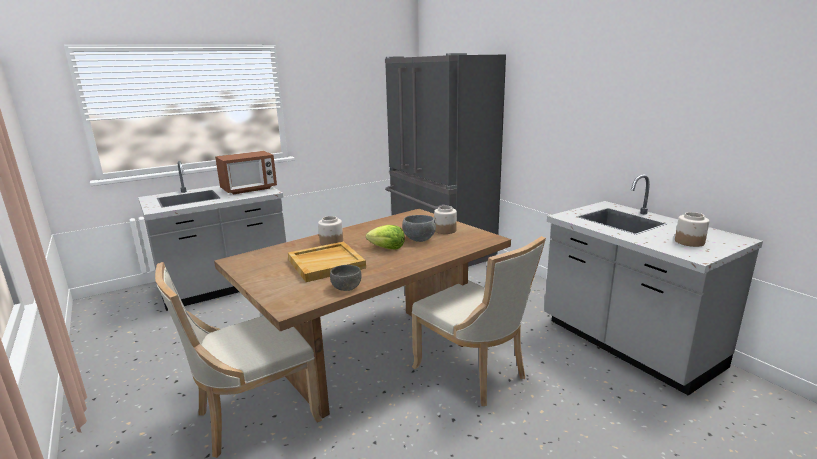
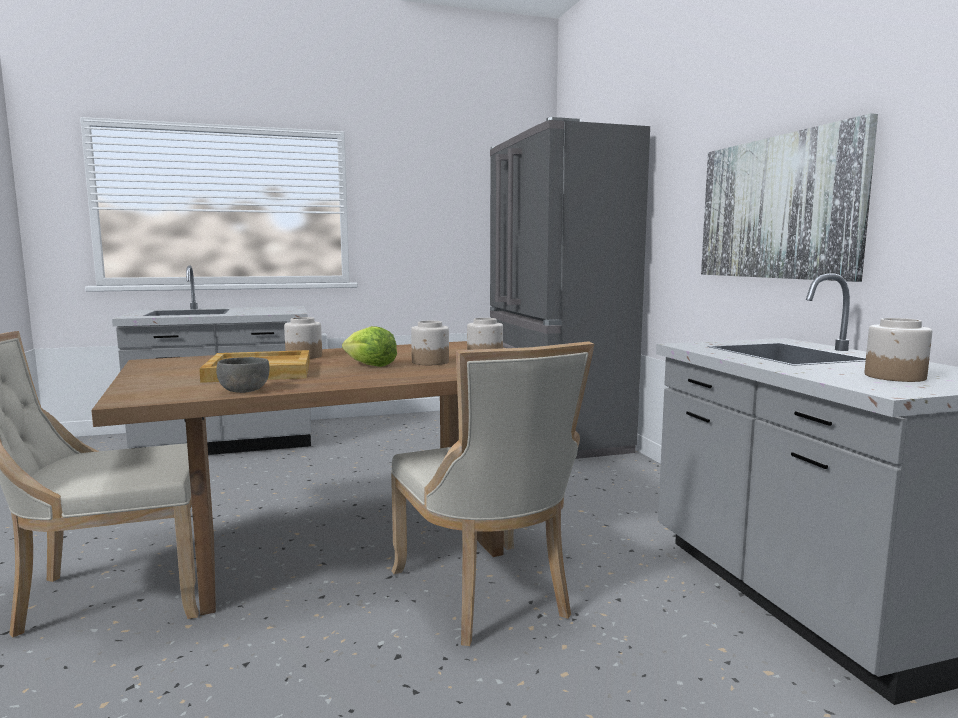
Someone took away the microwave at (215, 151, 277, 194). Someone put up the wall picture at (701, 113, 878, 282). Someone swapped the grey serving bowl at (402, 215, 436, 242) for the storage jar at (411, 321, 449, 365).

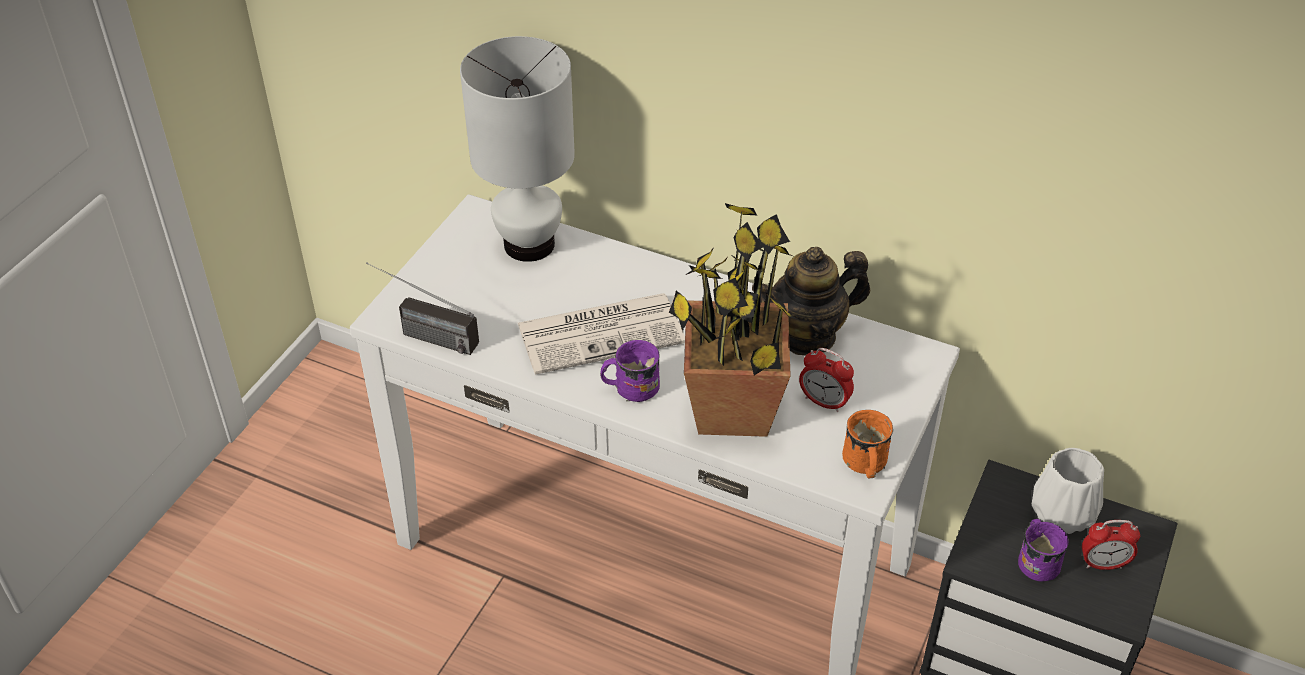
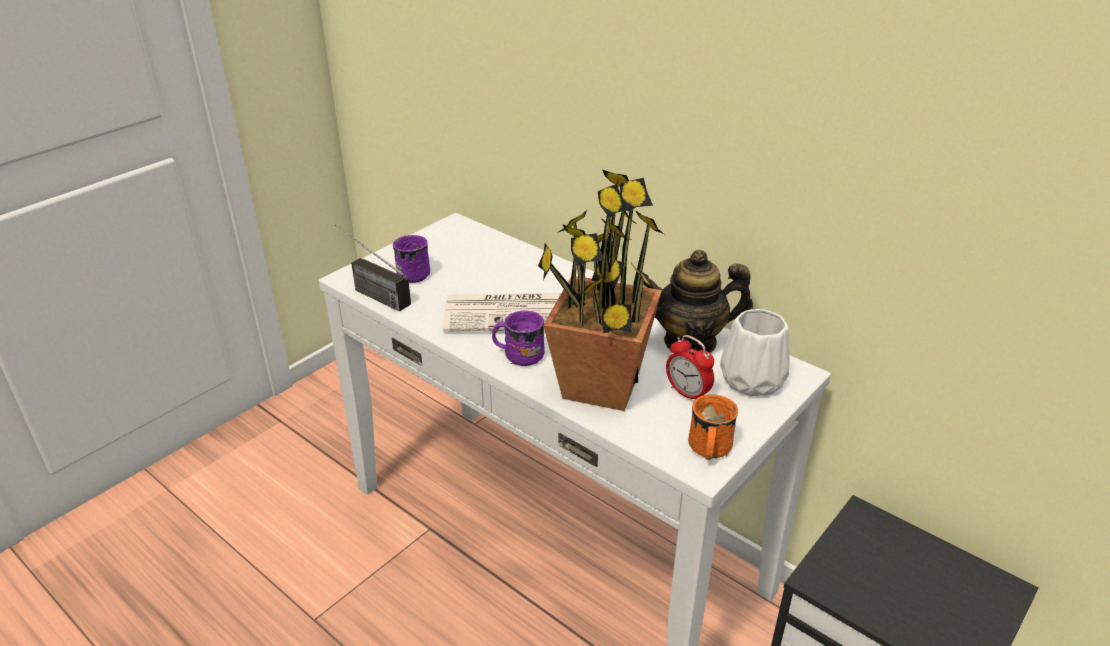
Someone took away the whitish lamp for a table at (460, 36, 575, 262). Someone took away the bedside clock at (1082, 520, 1140, 570). Someone carried the purple-coloured tea mug from (1018, 519, 1069, 582) to (393, 235, 430, 283). Someone carried the whitish decorative vase from (1032, 448, 1104, 534) to (720, 309, 790, 396).

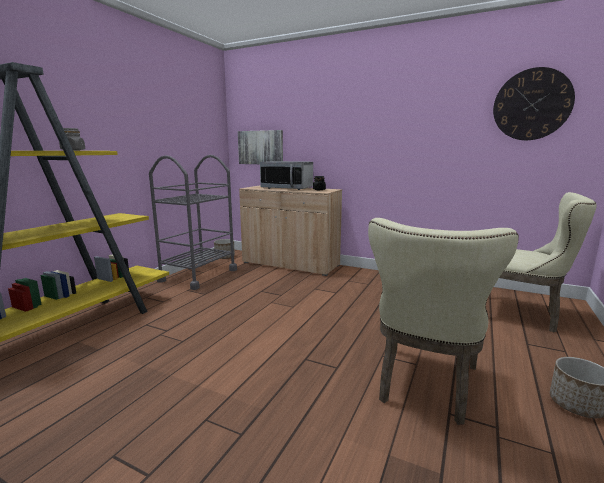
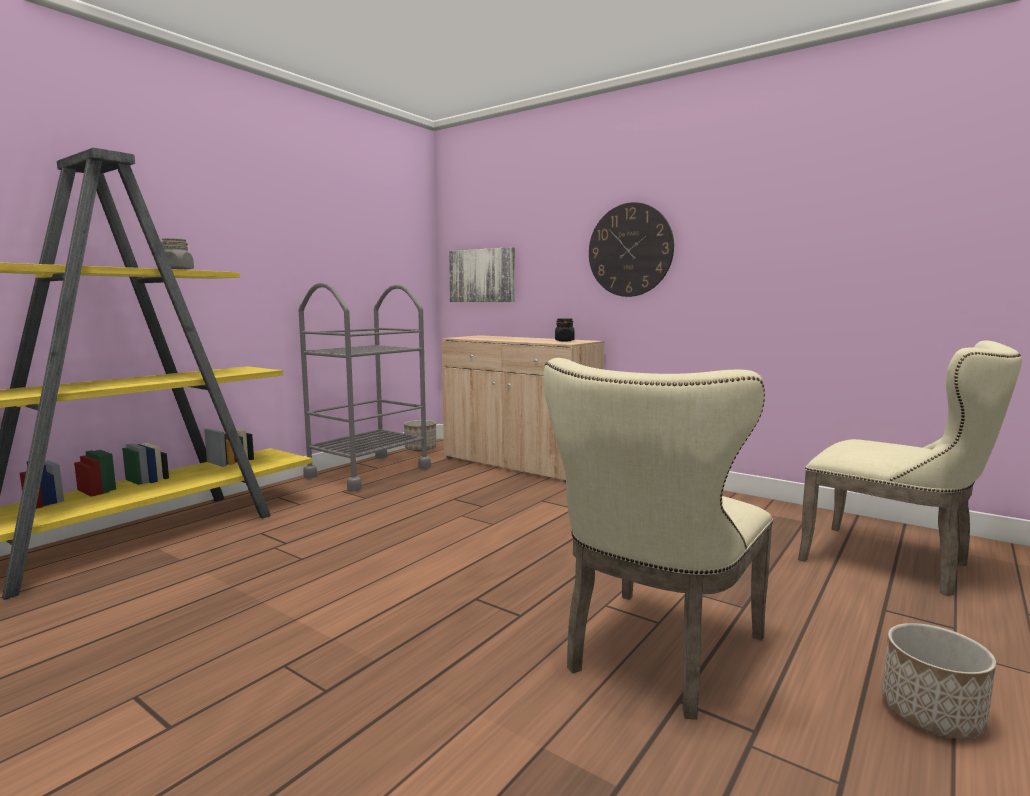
Someone took away the microwave at (260, 161, 313, 190). Someone carried the clock on the wall from (493, 67, 575, 140) to (589, 202, 674, 297).

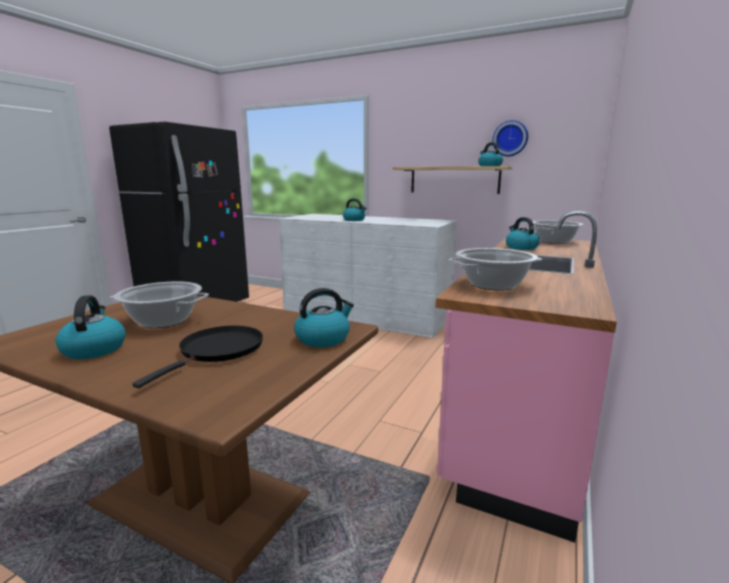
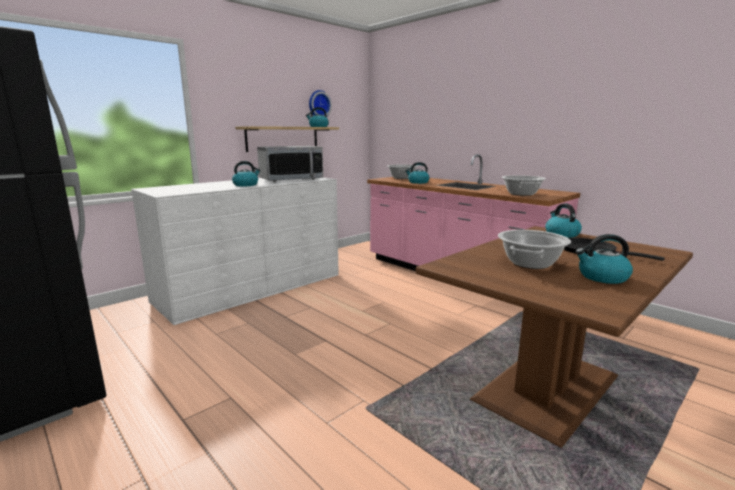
Someone put down the microwave at (257, 146, 323, 182).

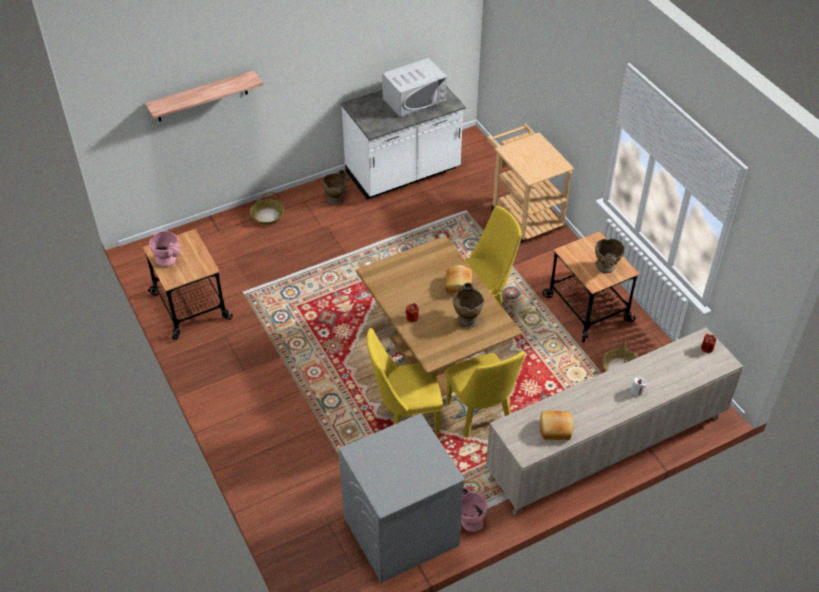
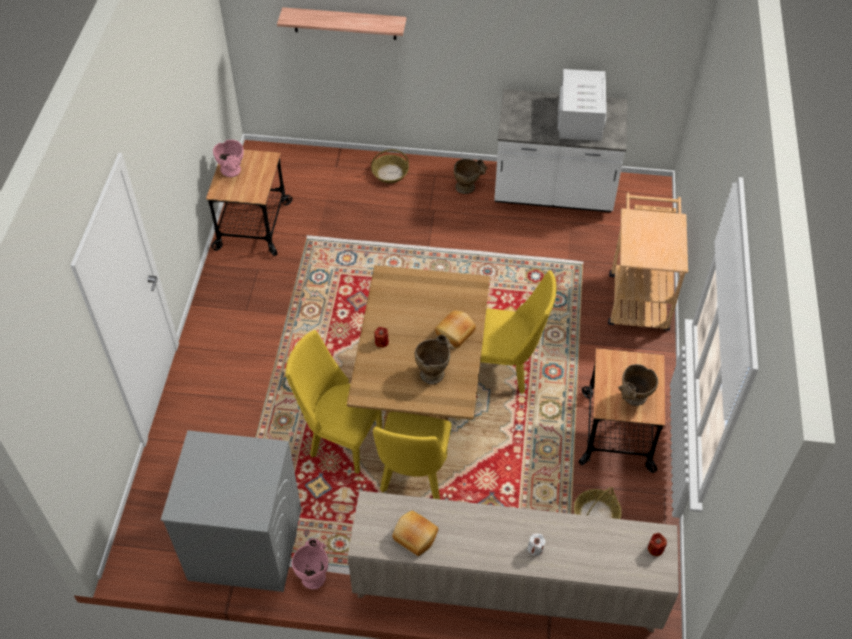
Someone rotated the whitish microwave at (382, 58, 447, 117) by 90 degrees counterclockwise.

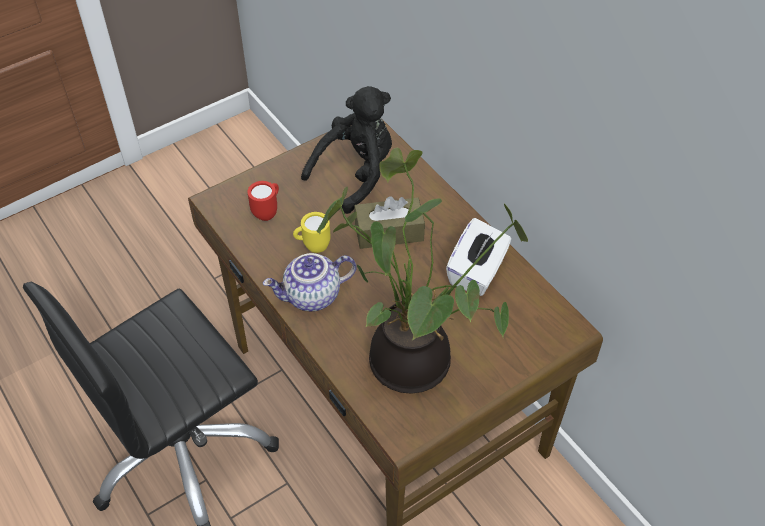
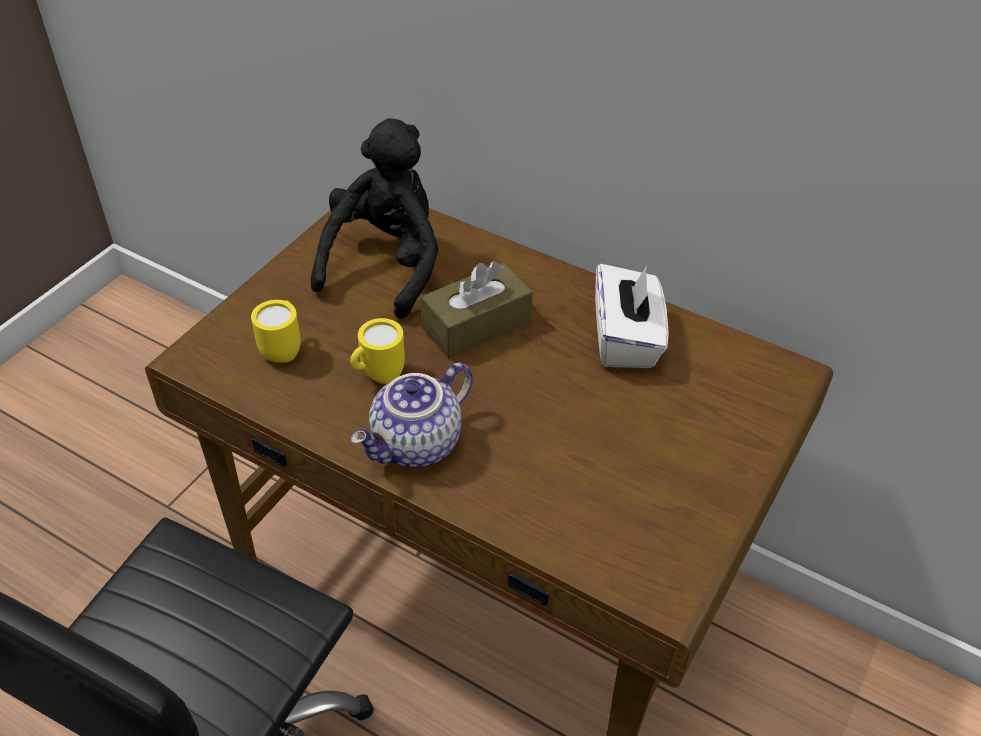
Someone took away the houseplant at (317, 148, 528, 394). Someone repainted the reddish tea mug at (247, 181, 279, 221), which became the yellow tea mug at (251, 300, 301, 363).

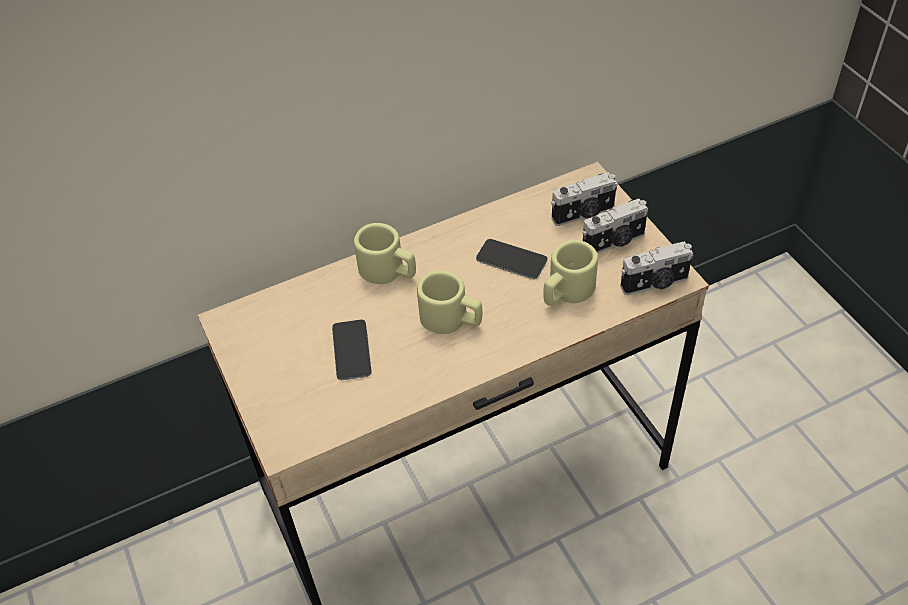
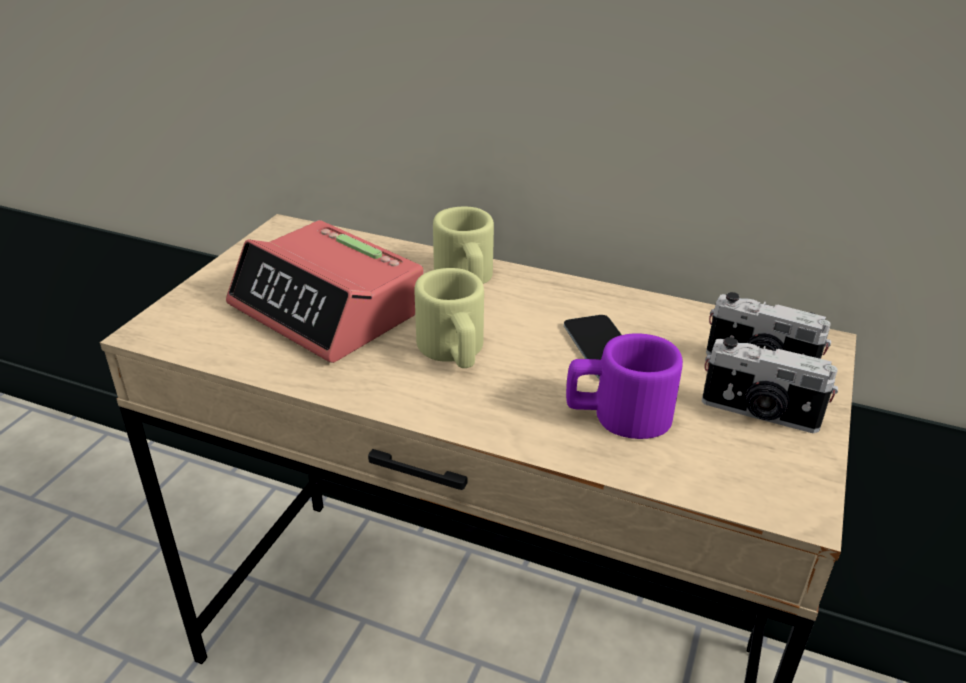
Someone took away the still camera at (620, 241, 693, 295). Someone swapped the handset at (332, 319, 372, 380) for the bedside clock at (226, 220, 424, 363). Someone repainted the beige-coloured tea mug at (543, 240, 598, 306), which became the purple-coloured tea mug at (566, 333, 683, 439).

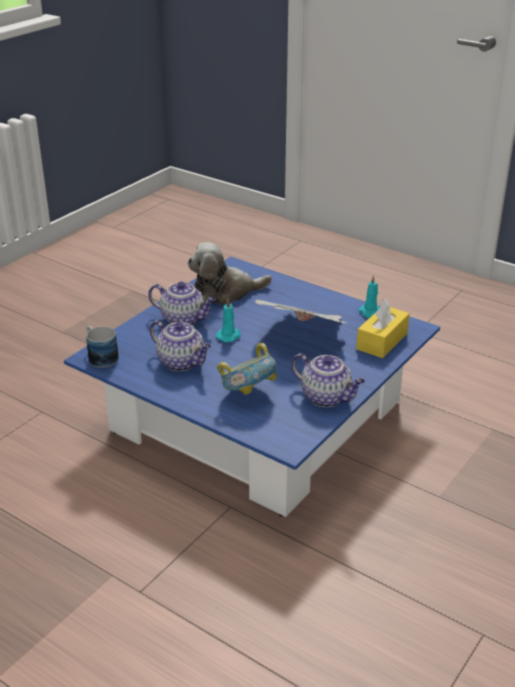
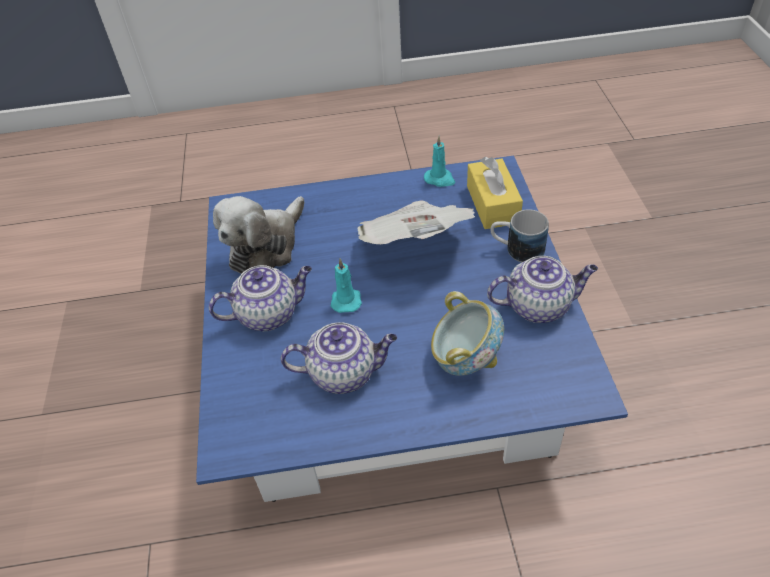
Someone carried the tea mug from (86, 326, 119, 368) to (491, 209, 549, 262).

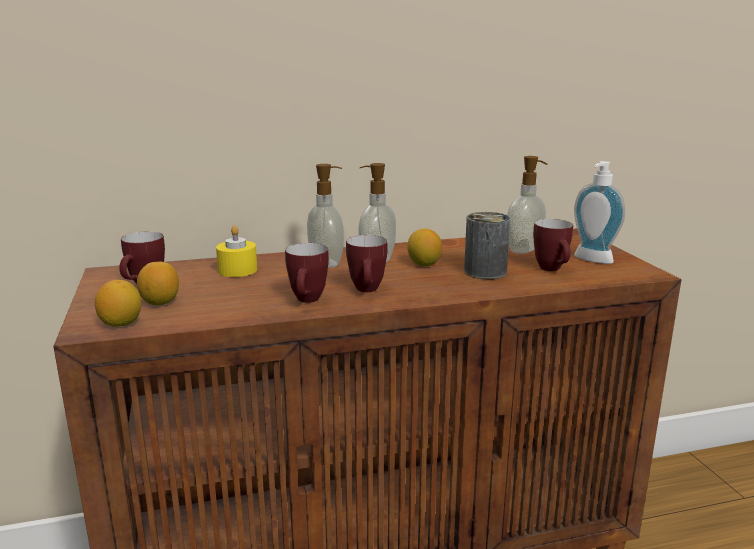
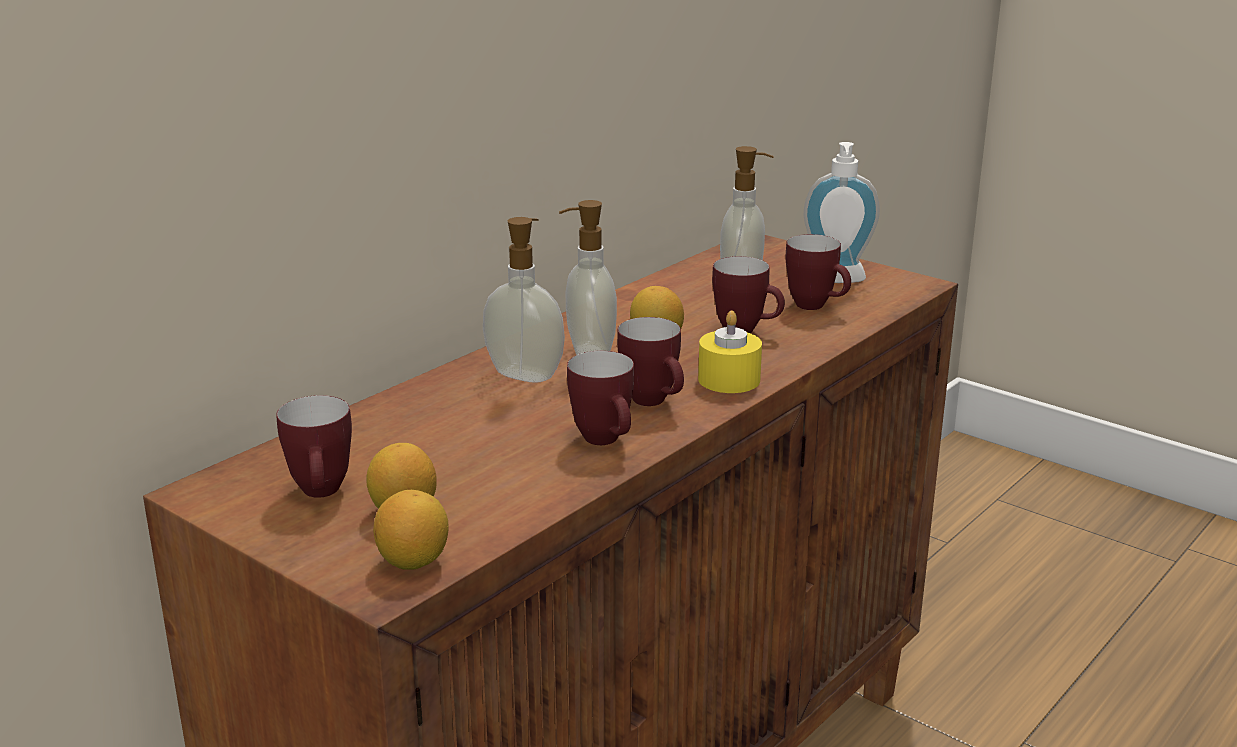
Someone carried the yellow wax candle from (216, 225, 257, 277) to (698, 310, 762, 393). Someone swapped the can at (464, 212, 510, 279) for the tea mug at (712, 256, 785, 333).

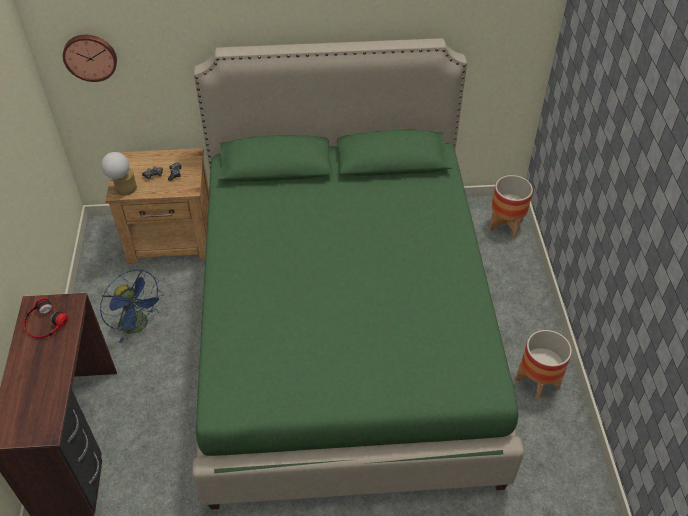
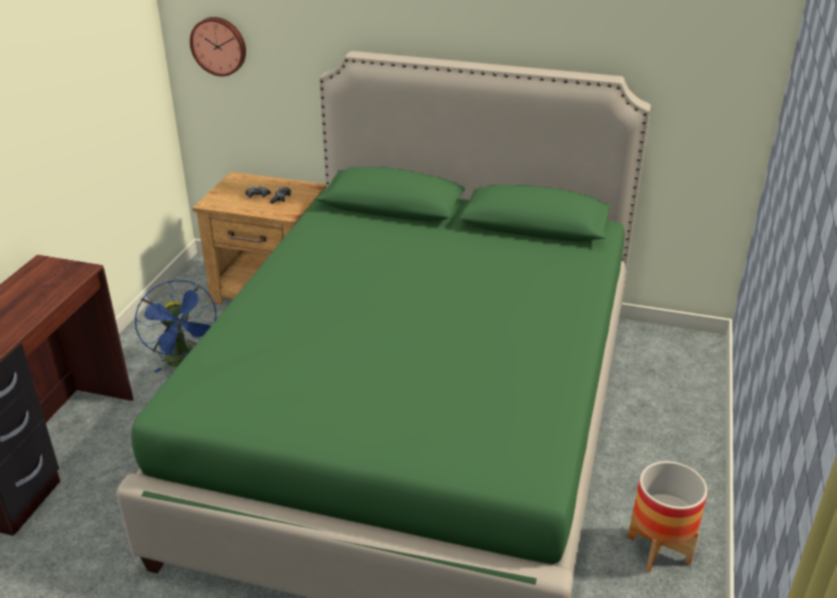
Someone took away the headset at (24, 298, 68, 338). Someone took away the lamp for a table at (101, 152, 137, 196). Someone took away the flower pot at (489, 175, 533, 238).

